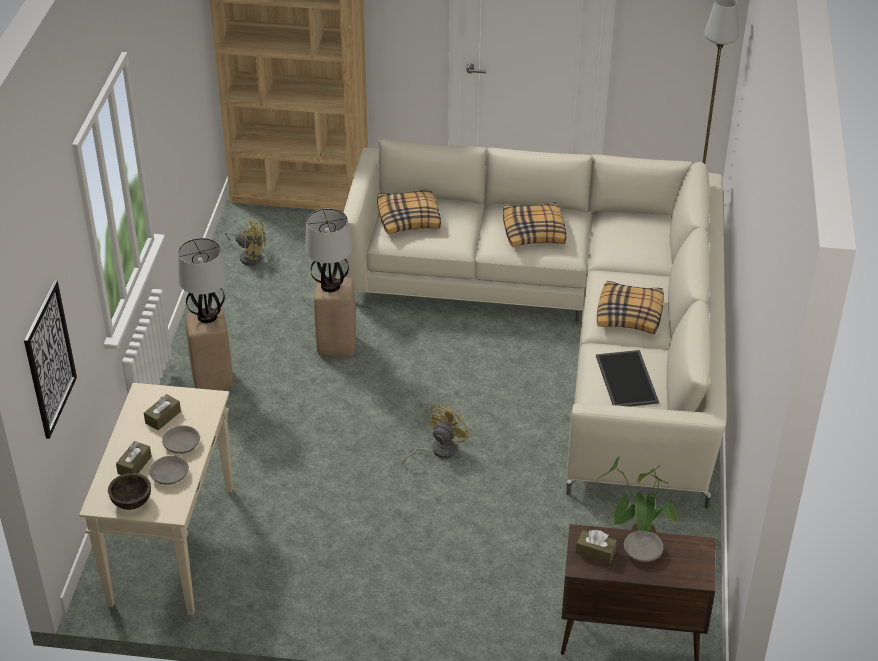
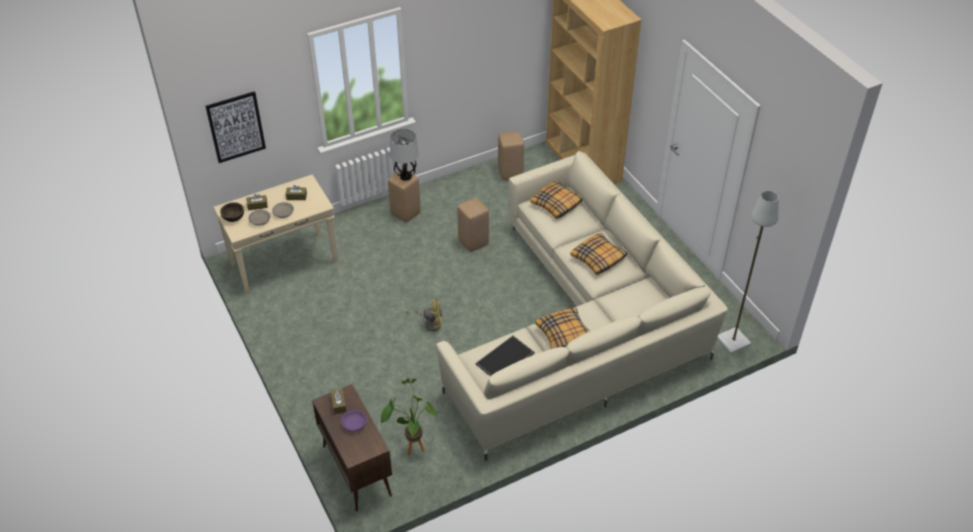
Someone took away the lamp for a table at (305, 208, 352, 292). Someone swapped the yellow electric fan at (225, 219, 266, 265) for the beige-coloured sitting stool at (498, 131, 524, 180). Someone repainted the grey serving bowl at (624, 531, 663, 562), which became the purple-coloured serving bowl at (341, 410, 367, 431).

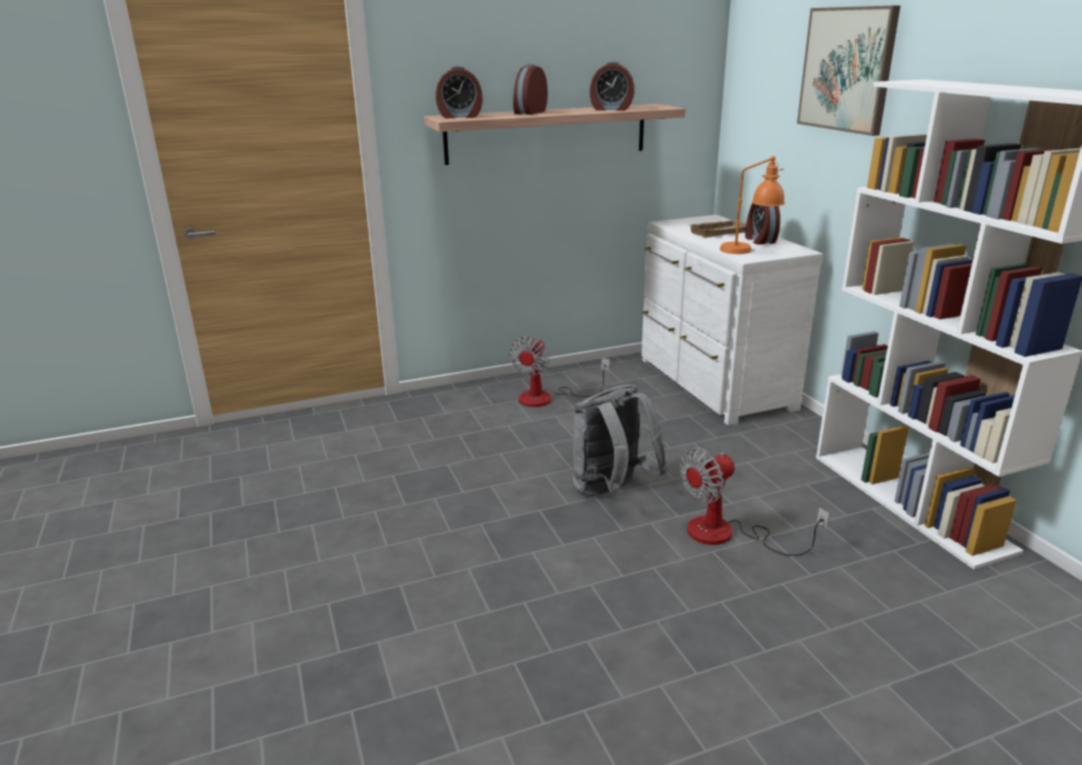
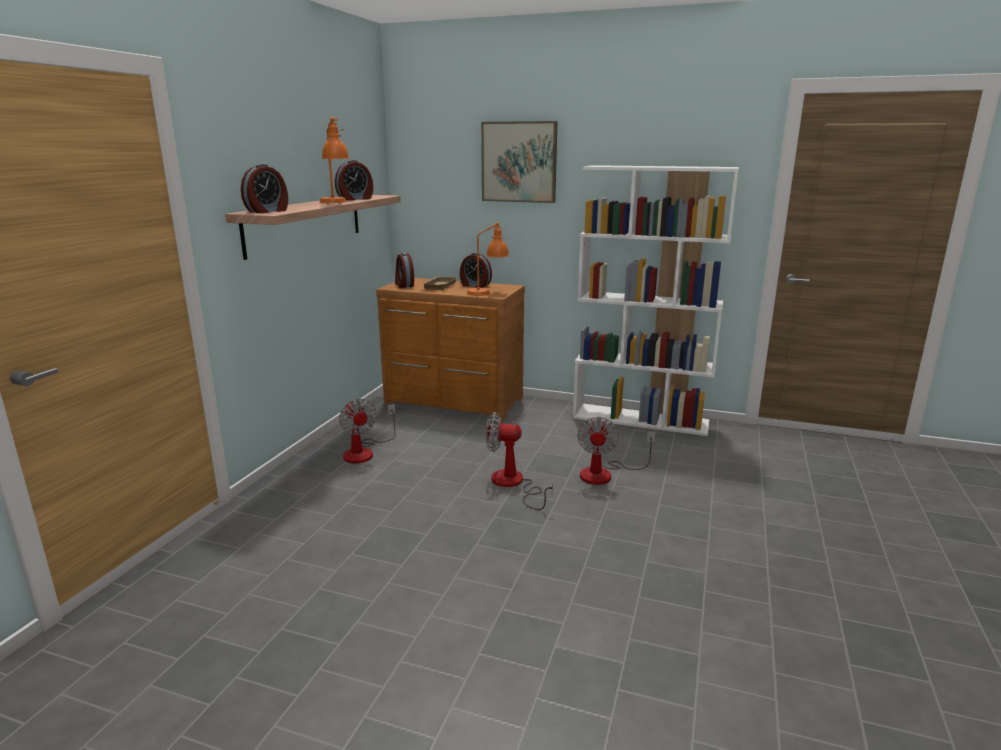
Someone put down the orangey lamp for a table at (320, 117, 349, 203). Someone carried the bedside clock from (513, 64, 548, 115) to (395, 253, 414, 288). Someone swapped the grey knapsack at (573, 384, 668, 496) for the electric fan at (486, 412, 553, 510). Someone repainted the whitish dresser at (641, 215, 823, 425), which became the brown dresser at (376, 278, 525, 421).

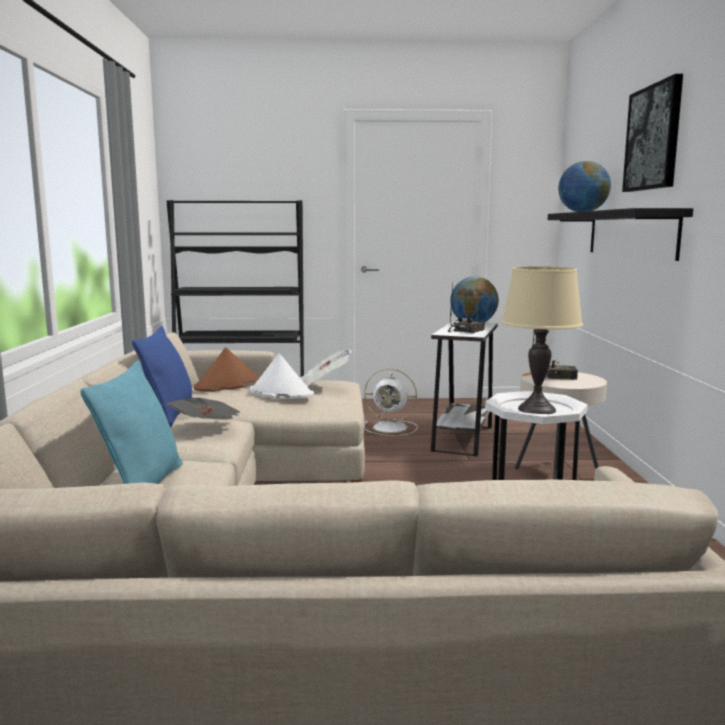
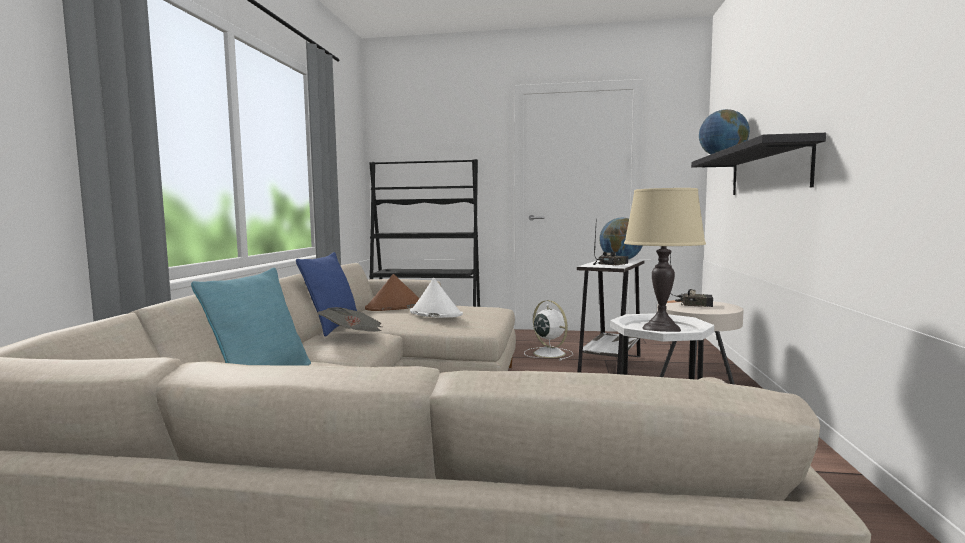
Someone took away the daily paper at (300, 349, 352, 386). Someone took away the wall picture at (622, 74, 683, 192). Someone rotated the whitish electric fan at (364, 369, 418, 436) by 150 degrees counterclockwise.

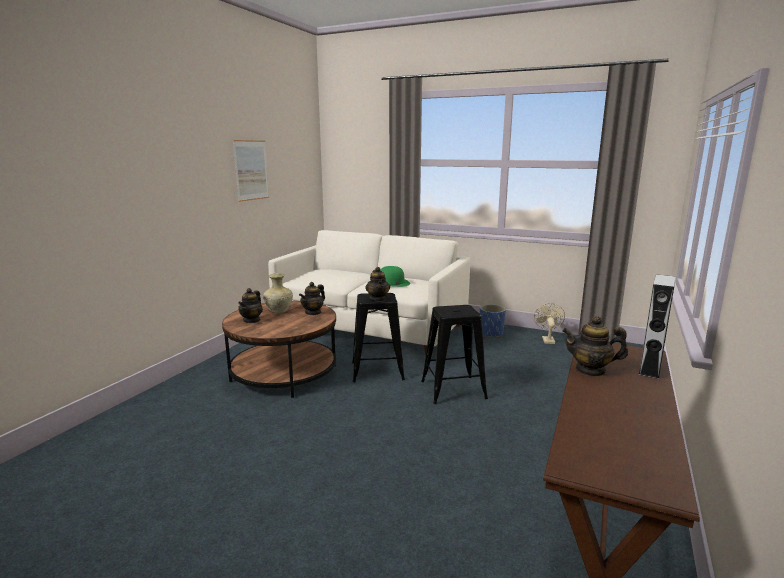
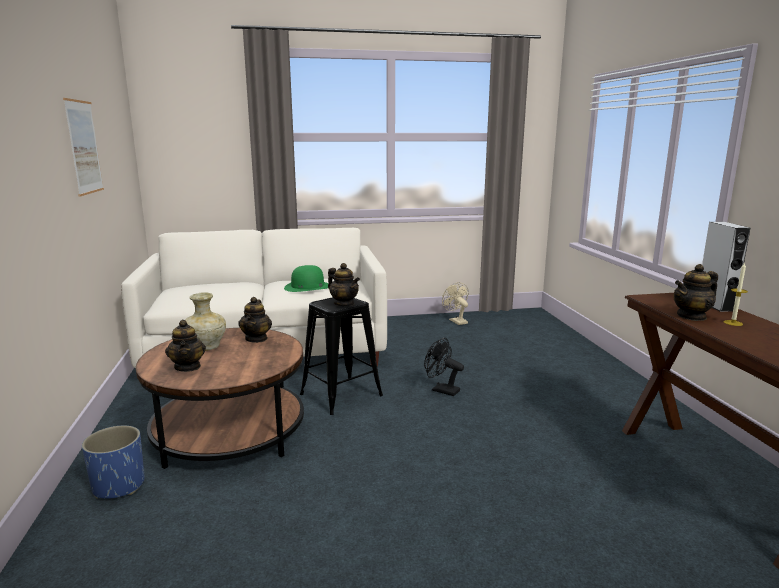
Someone put down the wax candle at (724, 262, 748, 326). Someone carried the blue flower pot from (480, 304, 506, 337) to (82, 426, 145, 499). Someone swapped the blackish sitting stool at (421, 305, 488, 404) for the blackish electric fan at (424, 338, 464, 396).

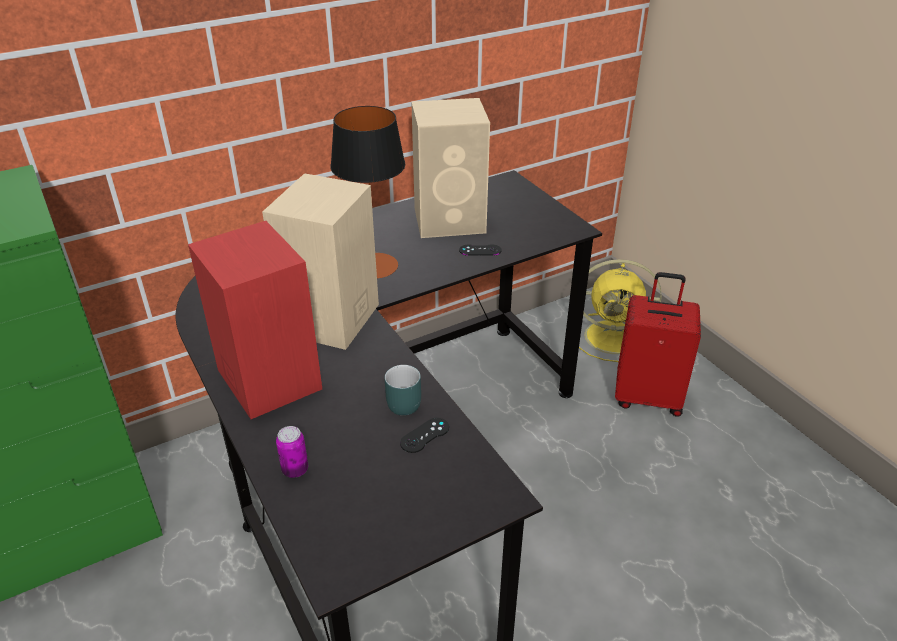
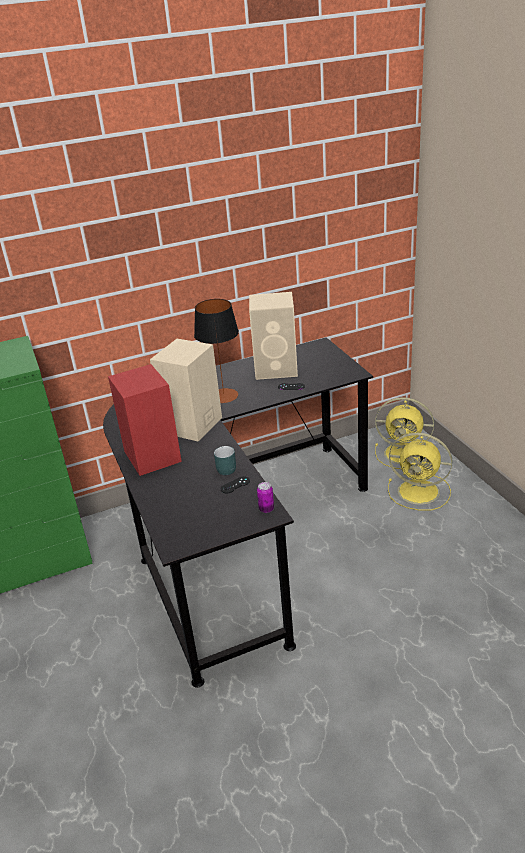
Someone carried the can from (276, 426, 308, 478) to (257, 482, 274, 513). Someone swapped the reddish piece of luggage at (615, 272, 701, 417) for the yellow electric fan at (388, 433, 452, 511).

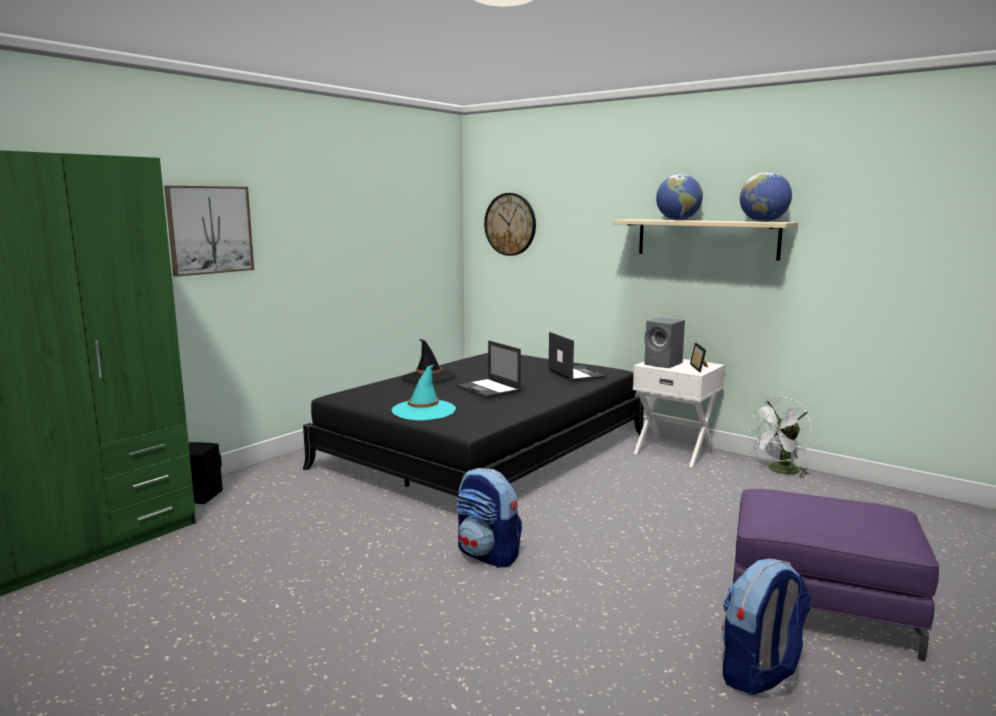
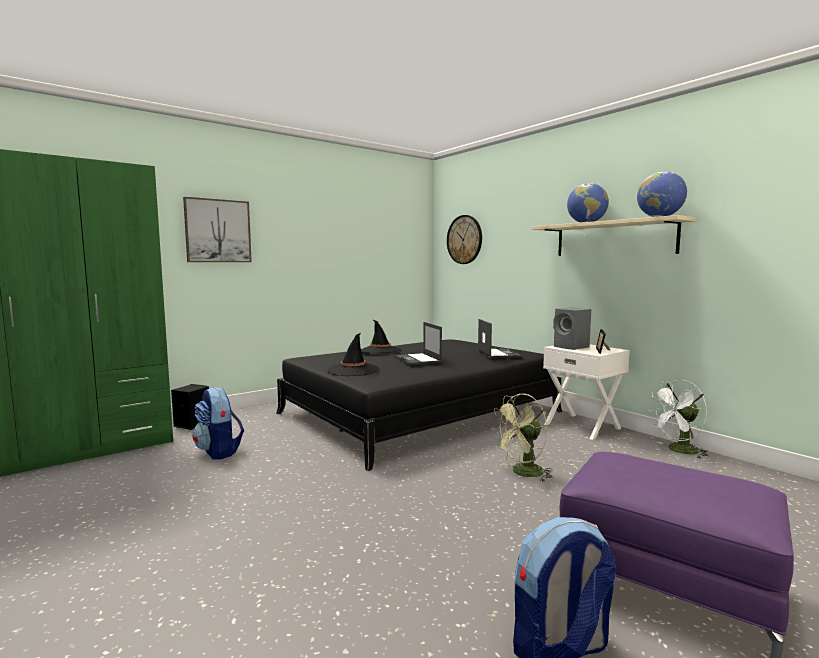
Someone put down the greenish electric fan at (491, 393, 553, 482). Someone carried the knapsack from (457, 468, 522, 568) to (193, 387, 244, 460). Someone repainted the turquoise clothing hat at (392, 365, 456, 421), which became the blackish clothing hat at (327, 333, 379, 376).

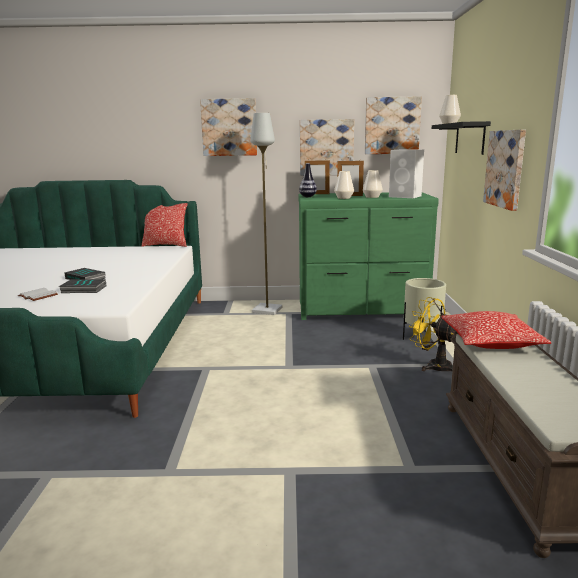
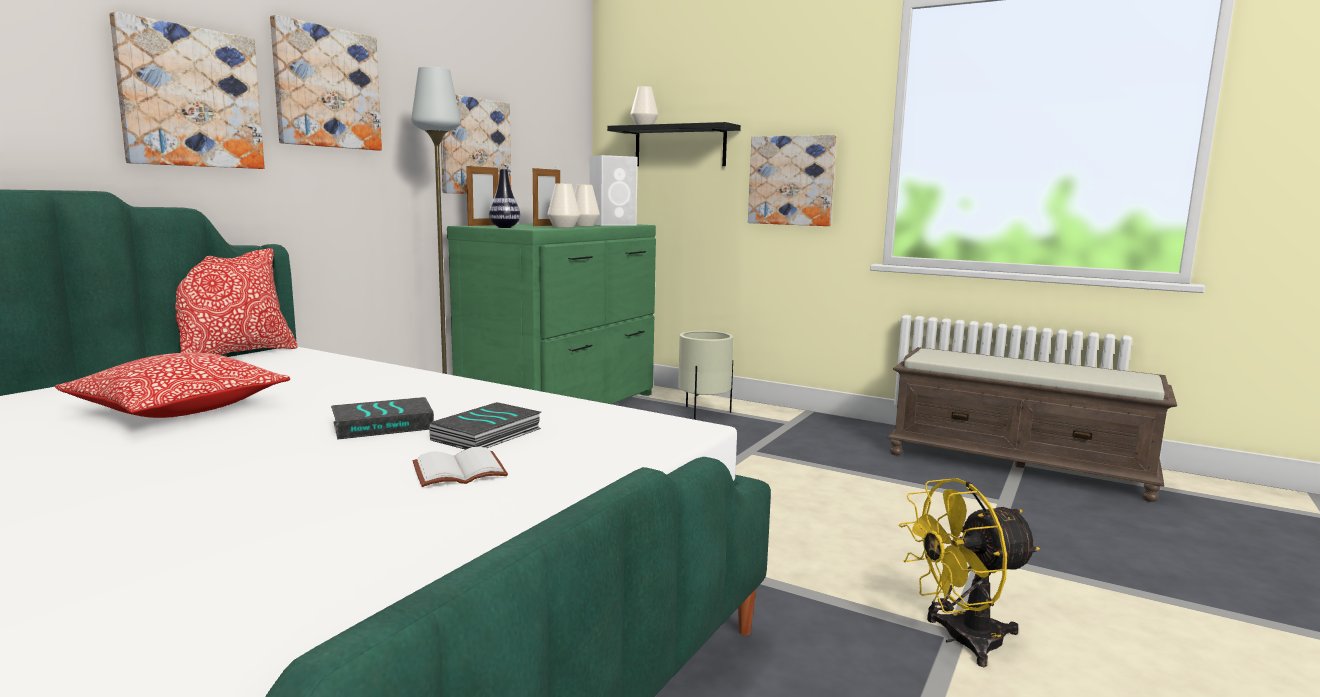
Someone carried the wall picture from (365, 96, 422, 154) to (109, 12, 265, 169). Someone carried the yellow electric fan from (408, 297, 458, 371) to (899, 478, 1040, 667). Someone carried the cushion from (442, 311, 551, 349) to (55, 353, 290, 418).

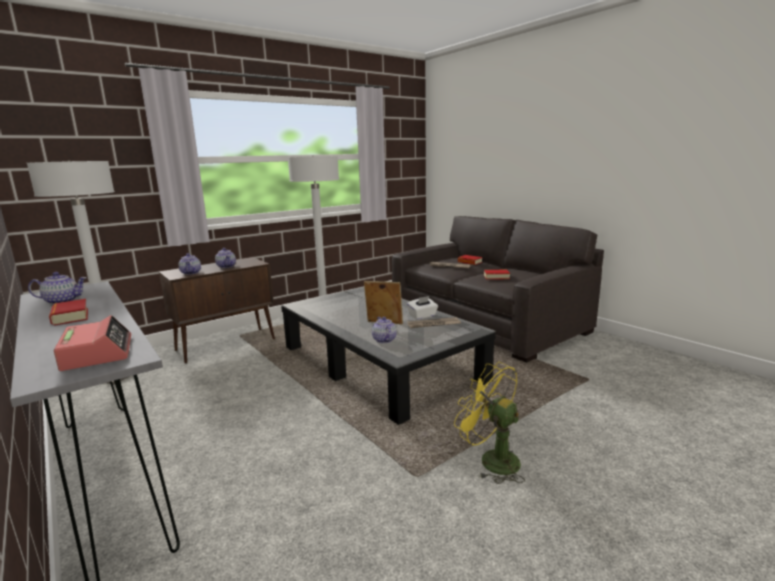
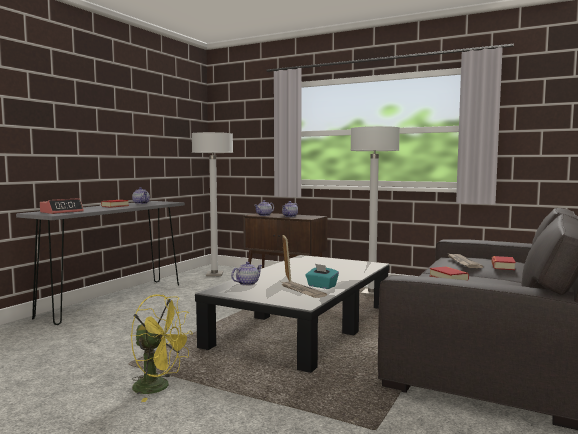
Someone repainted the whitish box of tissues at (407, 296, 438, 320), which became the turquoise box of tissues at (305, 264, 339, 289). Someone rotated the yellow electric fan at (454, 362, 525, 484) by 90 degrees clockwise.

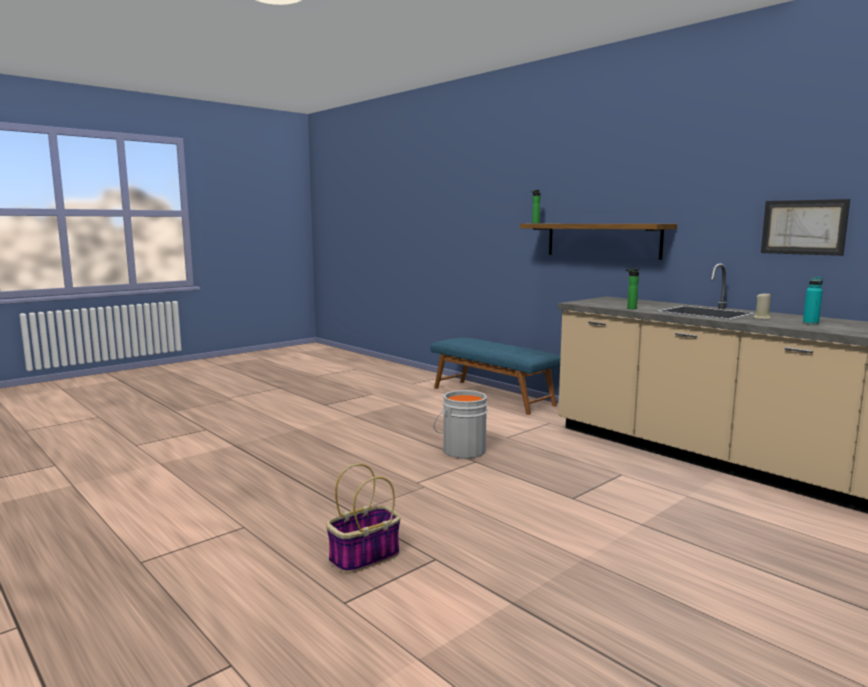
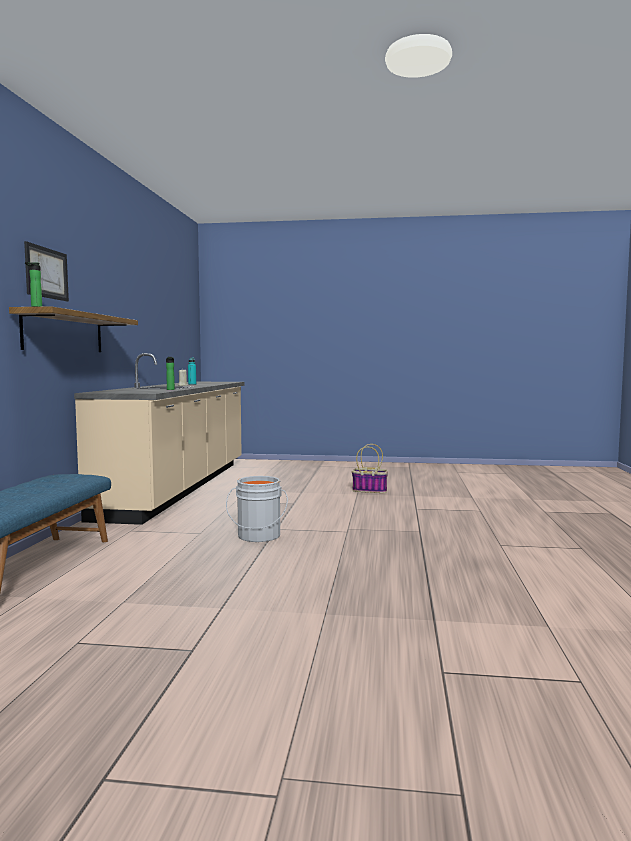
Someone carried the storage basket from (326, 464, 401, 573) to (352, 444, 388, 493). Someone carried the wall picture from (761, 199, 850, 256) to (24, 241, 69, 301).

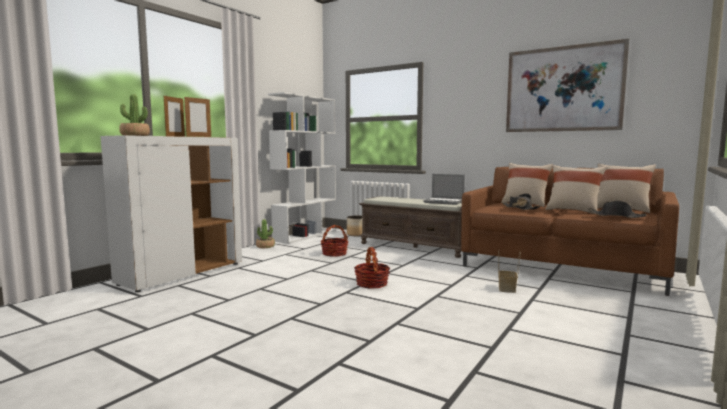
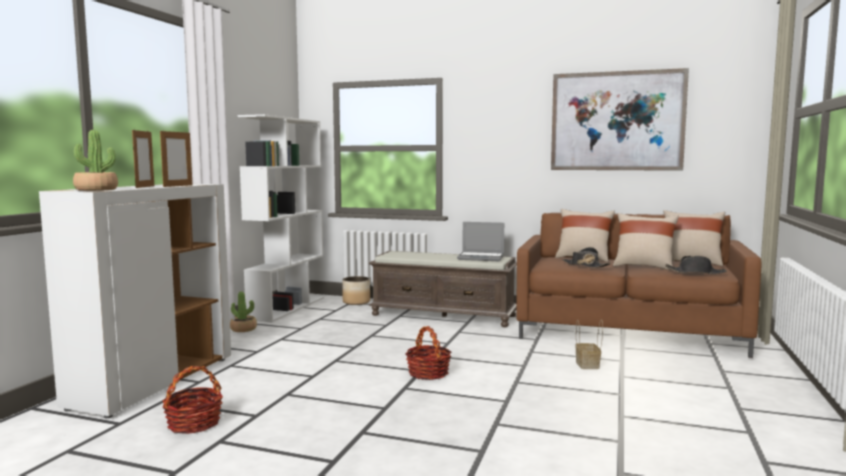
Someone carried the storage basket from (321, 225, 349, 257) to (163, 366, 223, 434).

